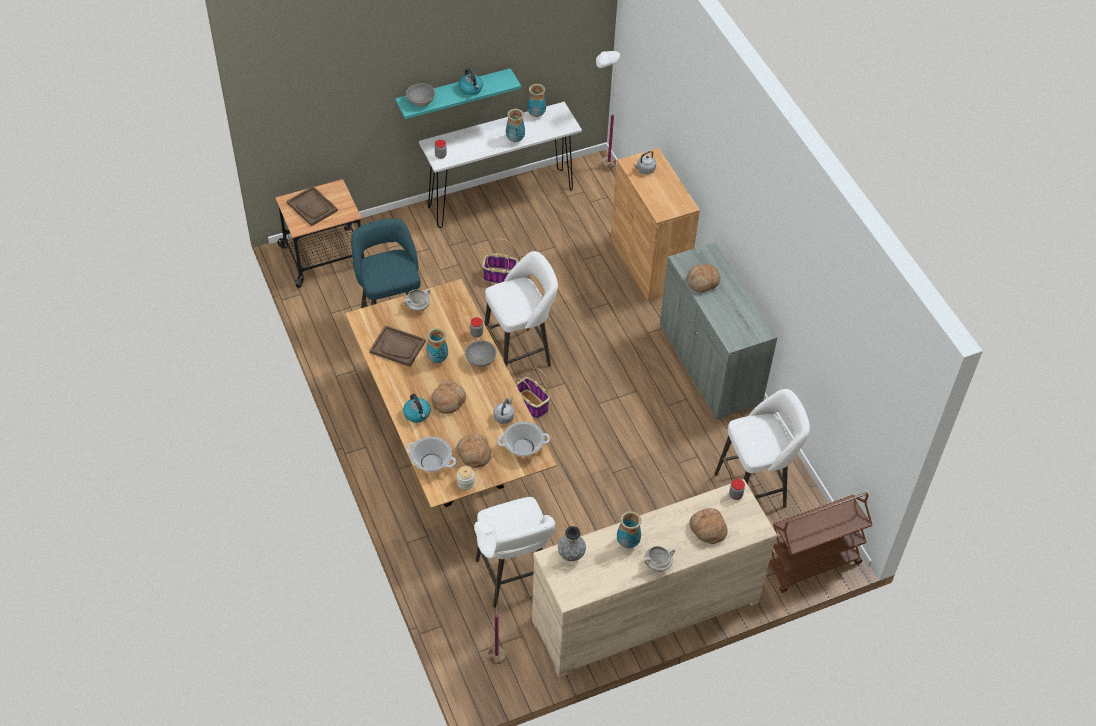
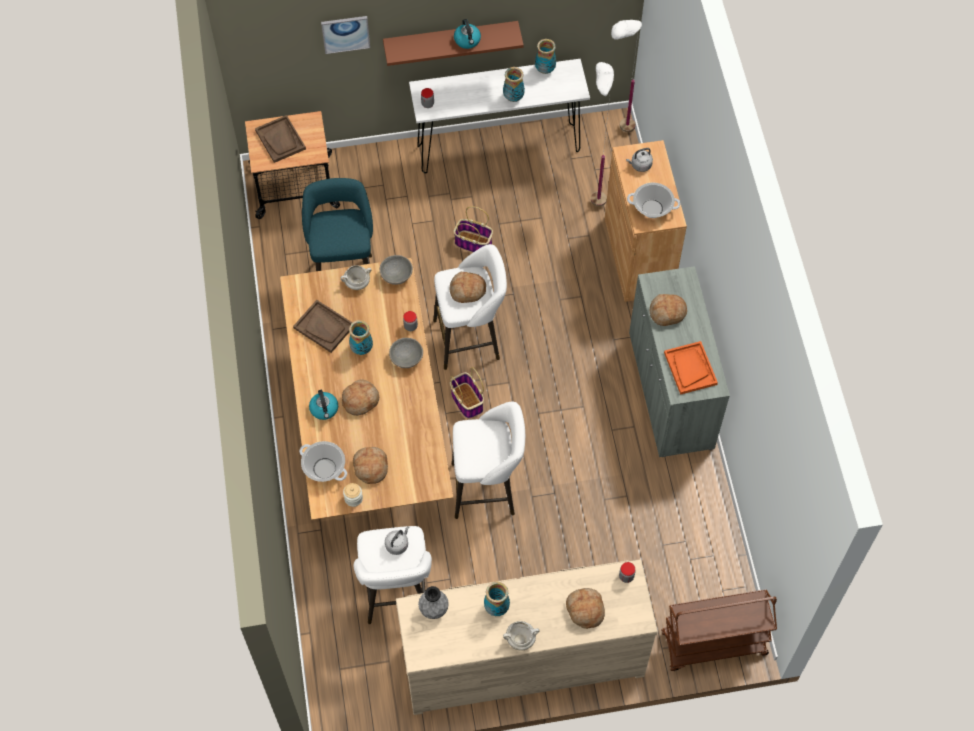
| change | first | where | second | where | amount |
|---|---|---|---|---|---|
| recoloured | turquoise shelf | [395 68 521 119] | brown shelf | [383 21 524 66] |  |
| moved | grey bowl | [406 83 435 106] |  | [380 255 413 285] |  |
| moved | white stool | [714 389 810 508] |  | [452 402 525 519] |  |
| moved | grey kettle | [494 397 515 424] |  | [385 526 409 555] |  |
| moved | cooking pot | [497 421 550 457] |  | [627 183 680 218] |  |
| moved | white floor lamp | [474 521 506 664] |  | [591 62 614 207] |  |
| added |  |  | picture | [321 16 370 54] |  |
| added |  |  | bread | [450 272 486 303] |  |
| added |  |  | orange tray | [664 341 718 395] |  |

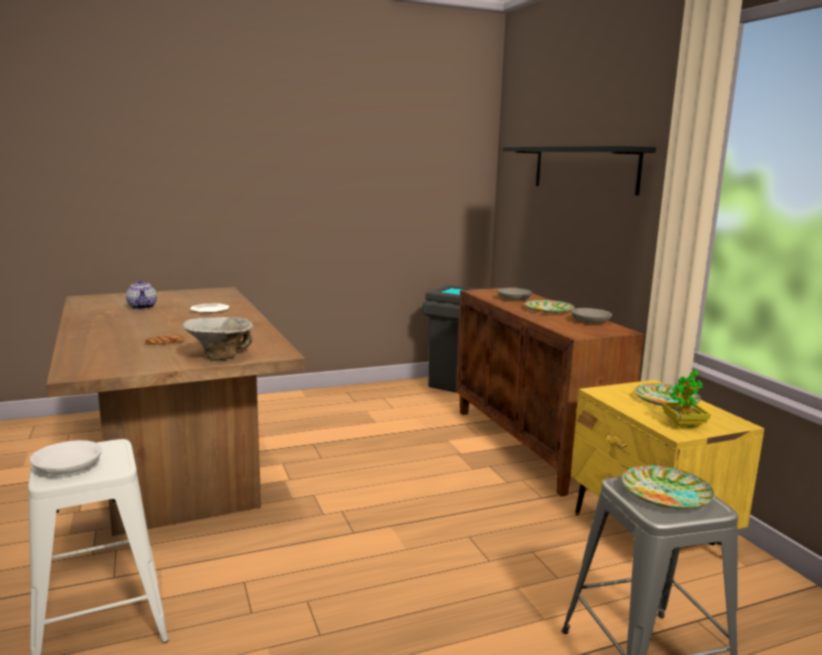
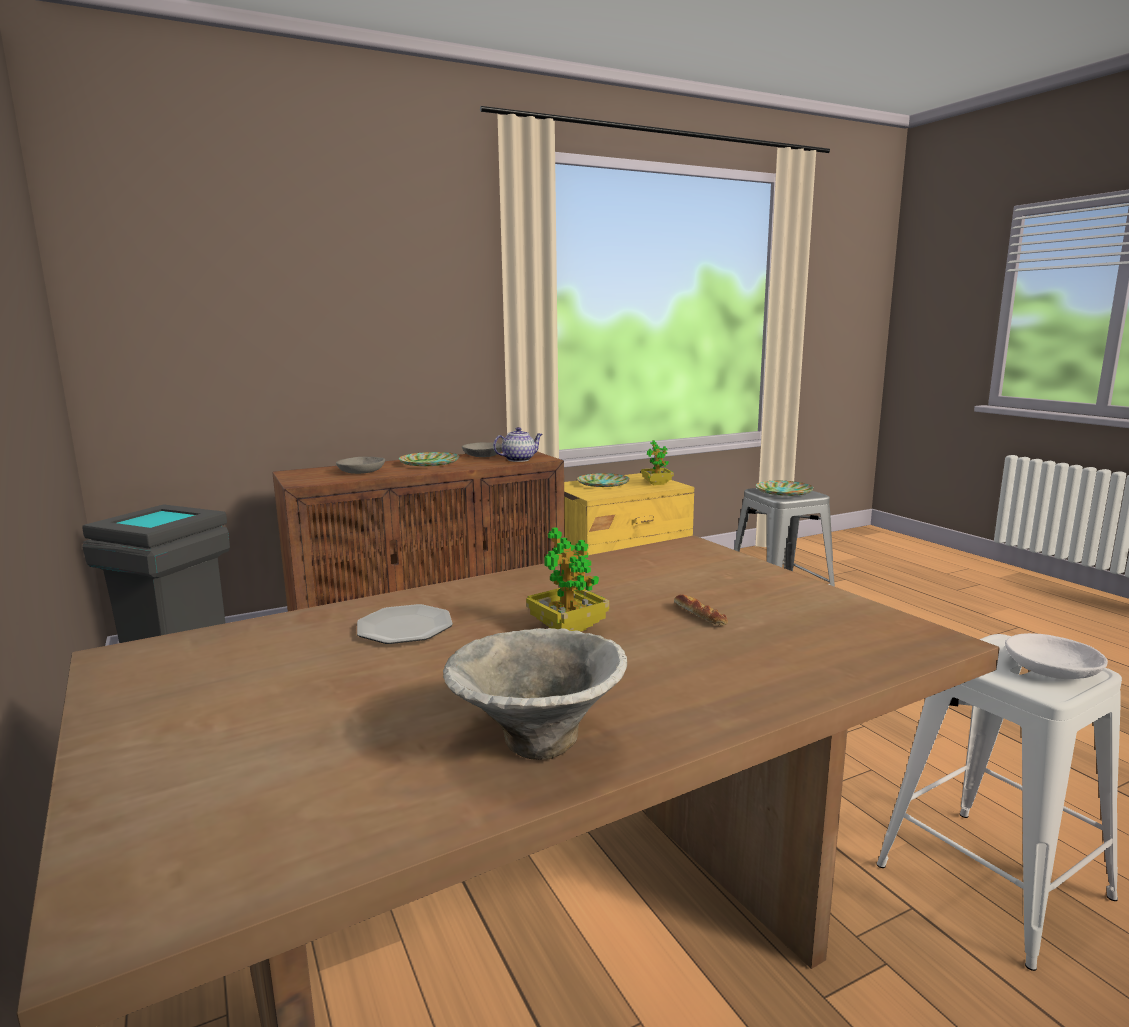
| change | first | where | second | where | amount |
|---|---|---|---|---|---|
| removed | black shelf | [503 146 656 195] |  |  |  |
| moved | teapot | [126 280 157 309] |  | [493 427 543 462] |  |
| moved | bowl | [182 317 253 361] |  | [443 628 627 760] |  |
| added |  |  | potted plant | [526 527 609 632] |  |

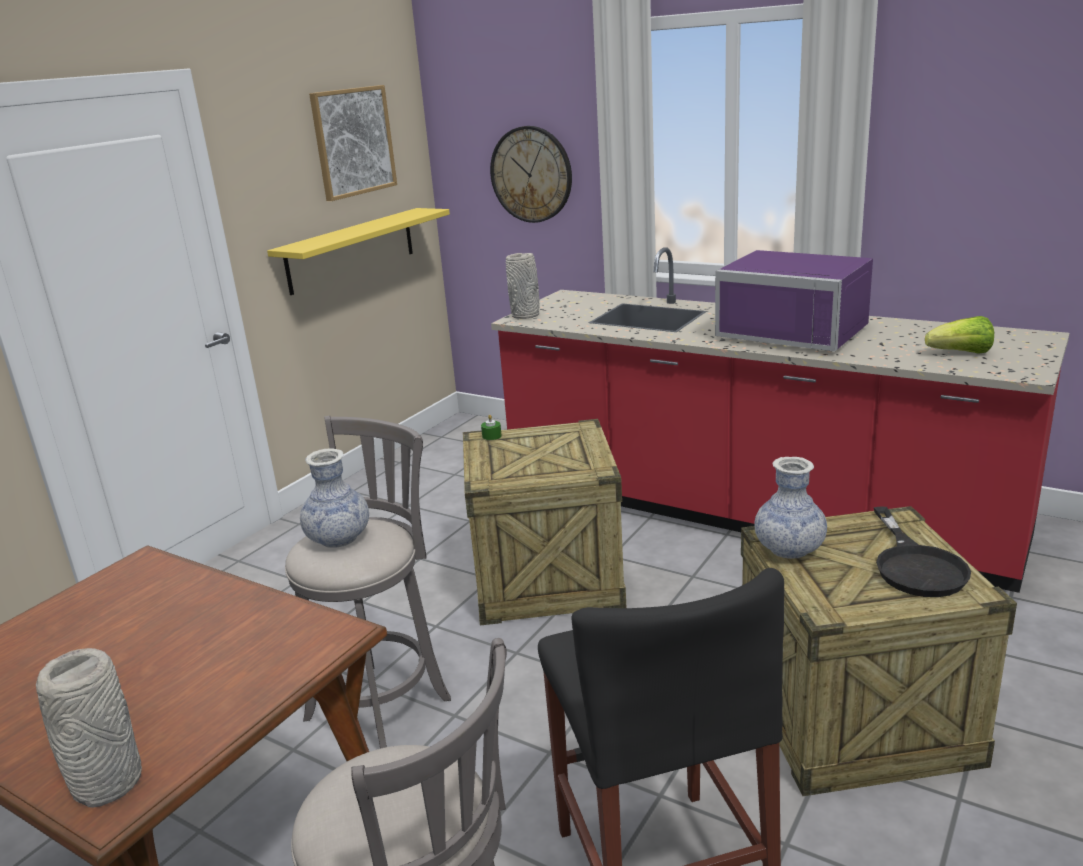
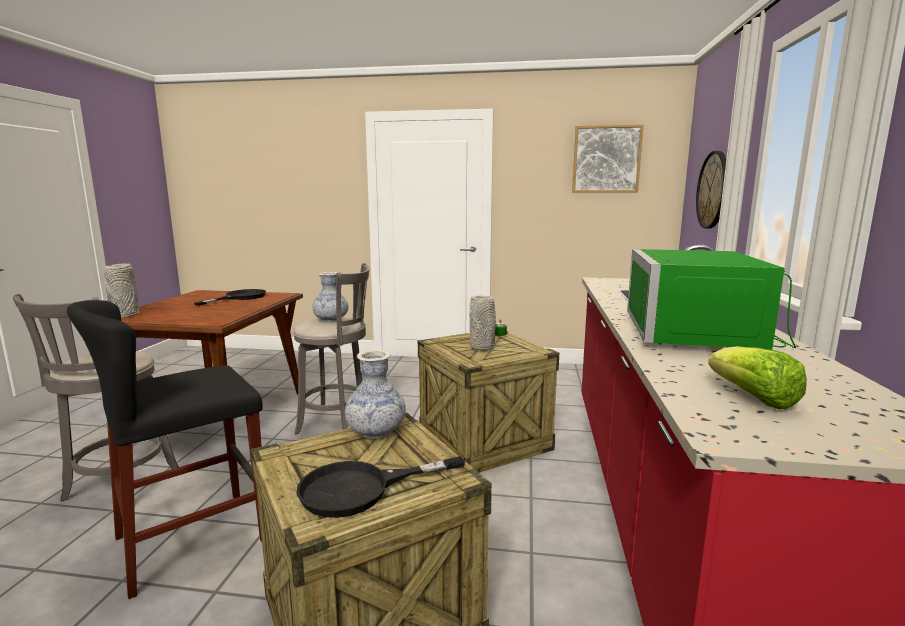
| change | first | where | second | where | amount |
|---|---|---|---|---|---|
| removed | yellow shelf | [267 208 450 295] |  |  |  |
| recoloured | purple microwave | [715 250 873 352] | green microwave | [627 249 796 350] |  |
| moved | grey vase | [506 253 540 319] |  | [470 296 496 350] |  |
| added |  |  | black frying pan | [194 289 266 306] |  |

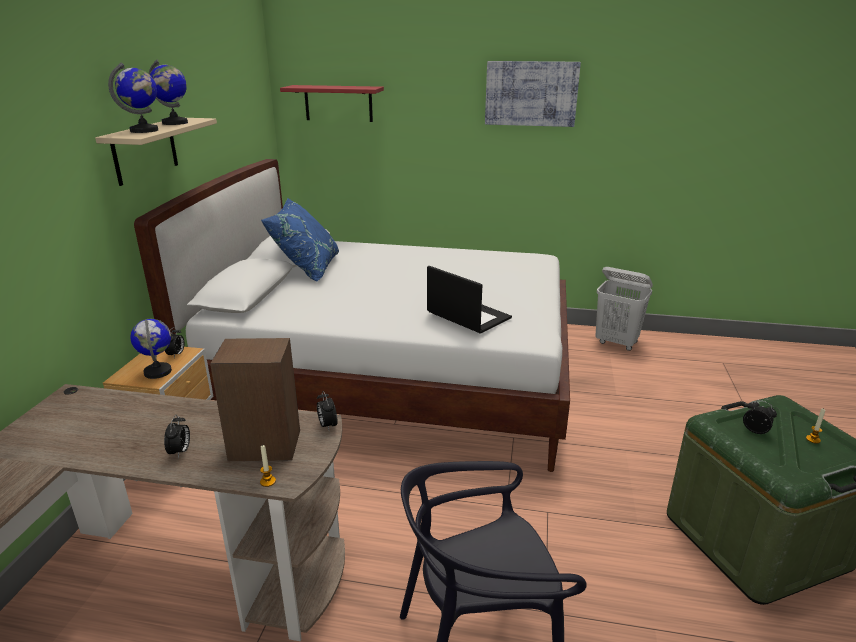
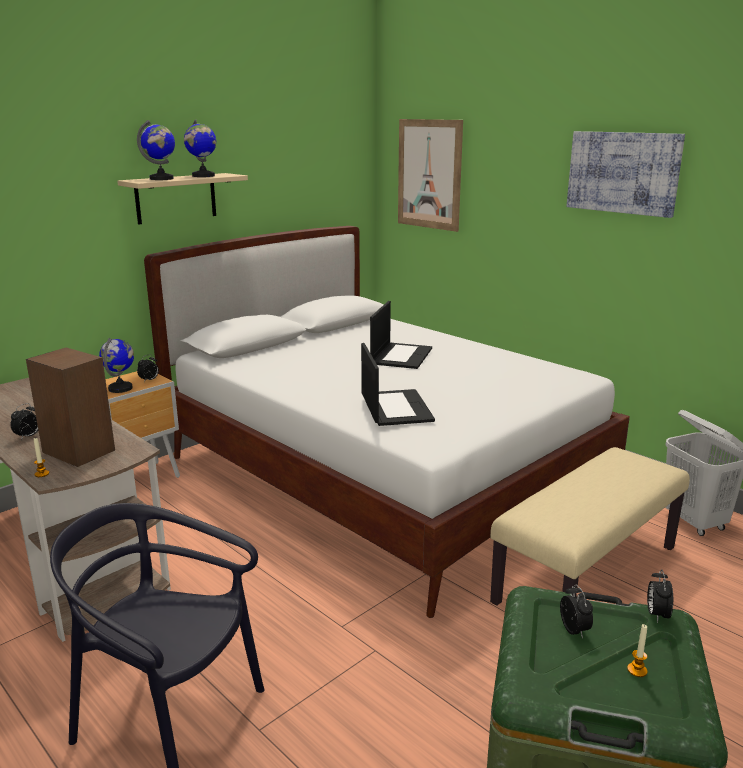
| change | first | where | second | where | amount |
|---|---|---|---|---|---|
| replaced | red shelf | [280 85 384 122] | picture | [398 119 463 232] |  |
| removed | blue pillow | [261 198 339 281] |  |  |  |
| moved | alarm clock | [317 391 337 432] |  | [647 569 673 623] |  |
| added |  |  | laptop | [370 301 432 369] |  |
| added |  |  | beige bench | [490 447 690 606] |  |

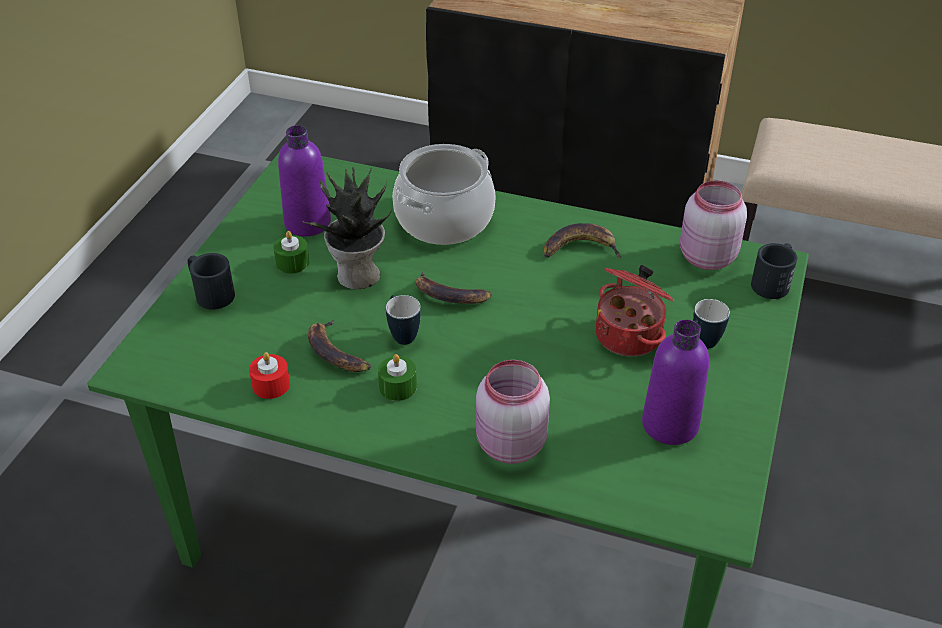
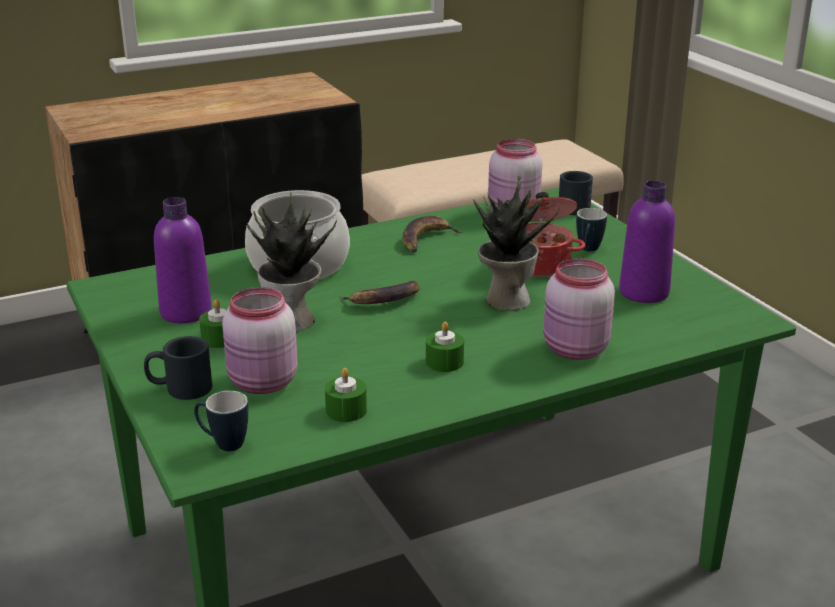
| change | first | where | second | where | amount |
|---|---|---|---|---|---|
| moved | mug | [386 295 421 345] |  | [194 391 248 451] |  |
| removed | banana | [308 319 371 372] |  |  |  |
| recoloured | red candle | [249 352 290 399] | green candle | [325 368 367 422] |  |
| added |  |  | potted plant | [473 176 560 311] |  |
| added |  |  | pink jar | [222 287 298 394] |  |

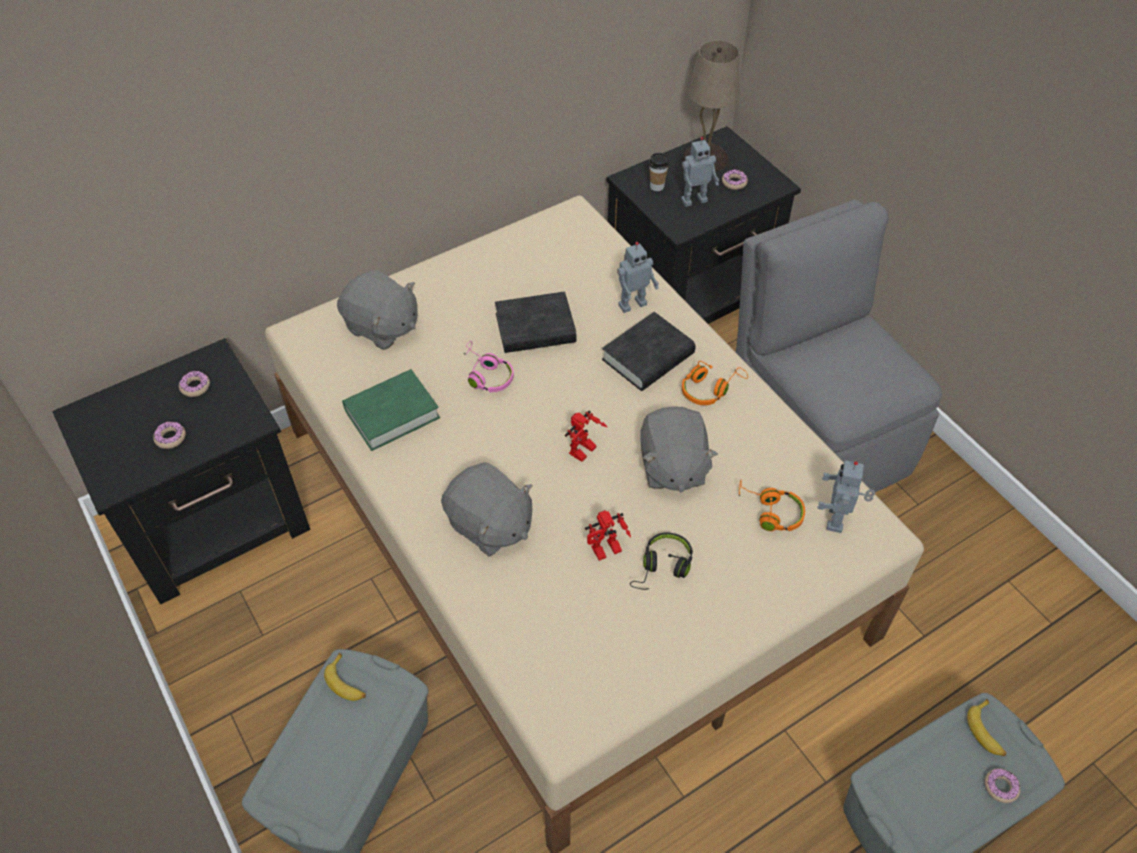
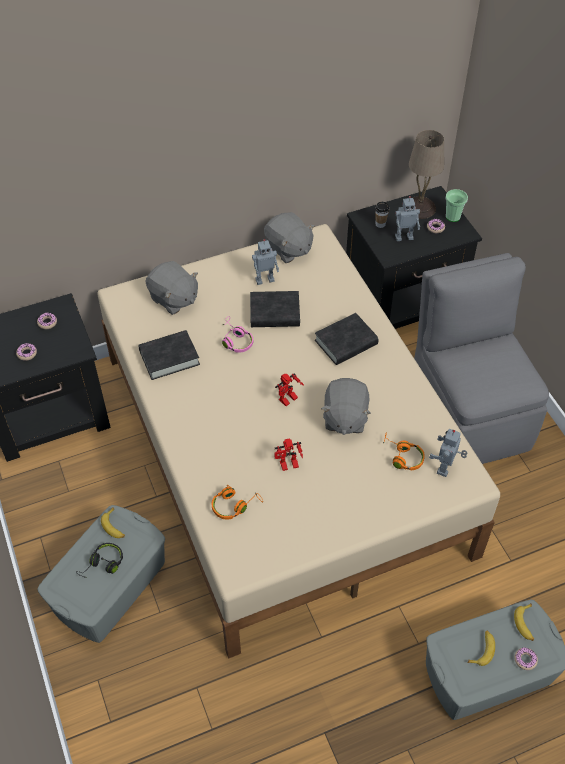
| change | first | where | second | where | amount |
|---|---|---|---|---|---|
| moved | toy robot | [617 242 659 313] |  | [252 239 279 285] |  |
| moved | orange headphones | [682 361 748 405] |  | [212 484 263 520] |  |
| recoloured | green book | [342 369 440 451] | black book | [138 330 200 380] |  |
| moved | grey plush toy | [441 462 533 556] |  | [264 212 315 263] |  |
| moved | black headphones | [630 532 693 590] |  | [76 543 123 578] |  |
| added |  |  | cup | [445 189 468 222] |  |
| added |  |  | banana | [468 630 495 666] |  |

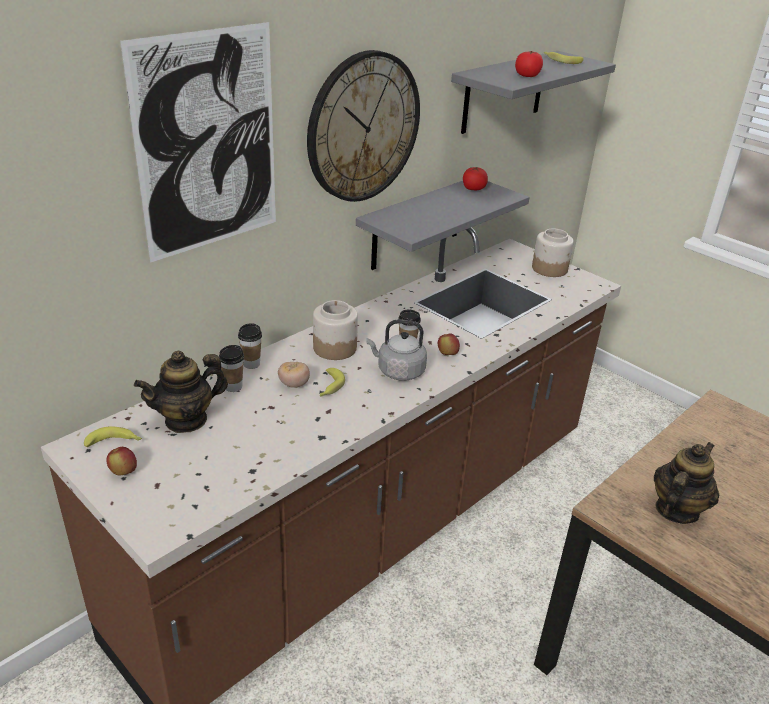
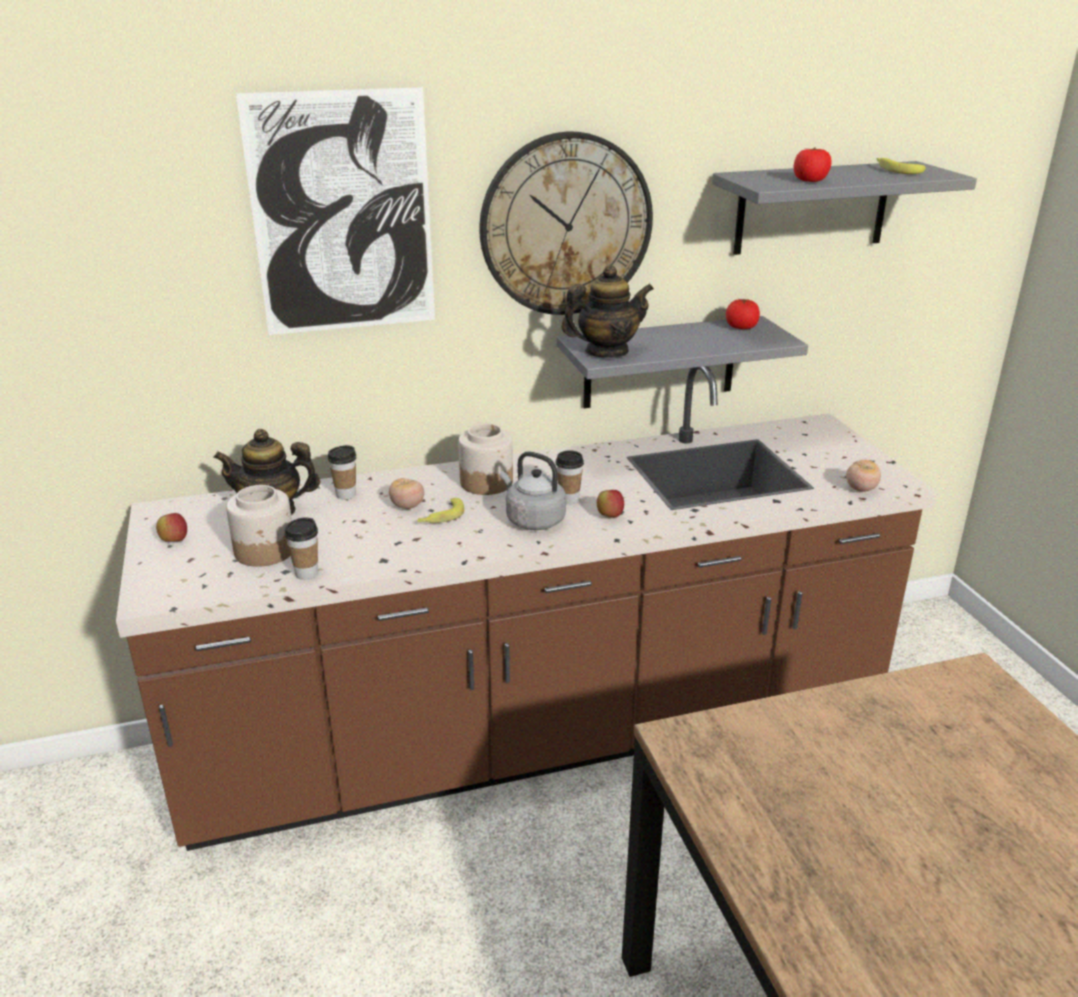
| change | first | where | second | where | amount |
|---|---|---|---|---|---|
| moved | jar | [532 228 574 277] |  | [226 485 292 567] |  |
| moved | cup | [238 324 262 369] |  | [285 517 318 580] |  |
| removed | banana | [84 427 142 447] |  |  |  |
| moved | teapot | [654 442 719 524] |  | [561 265 654 358] |  |
| added |  |  | tomato | [846 460 881 492] |  |

